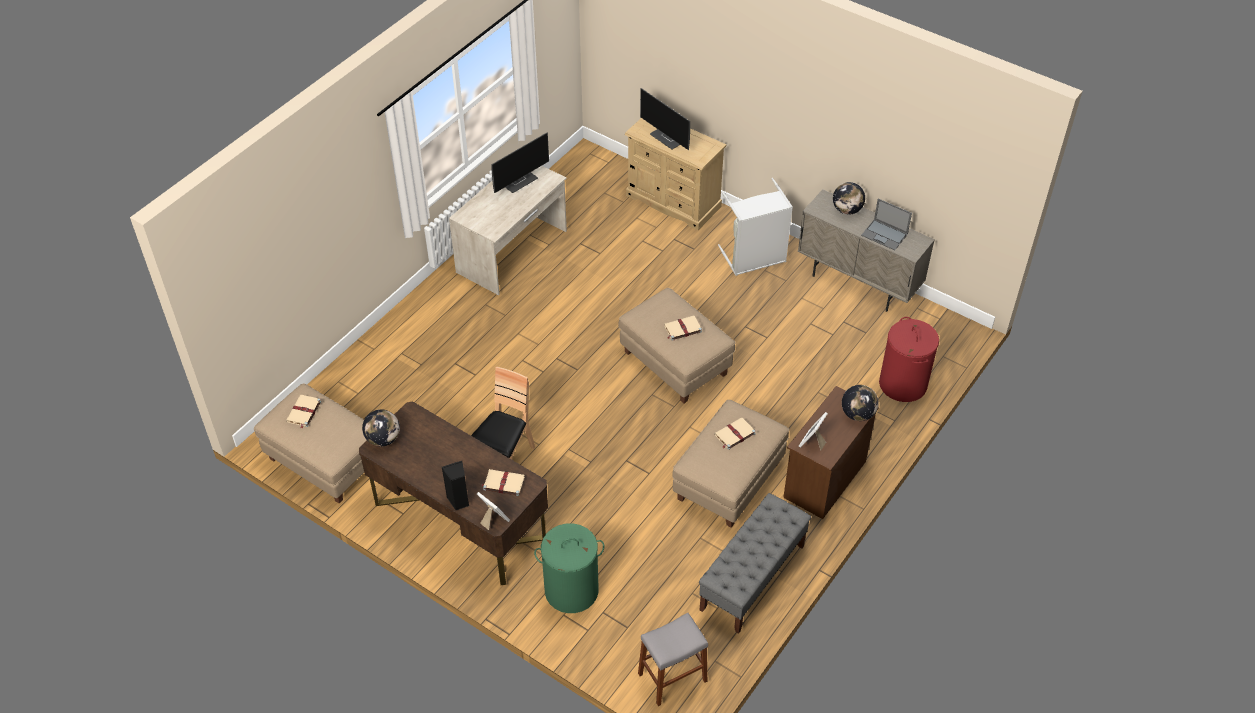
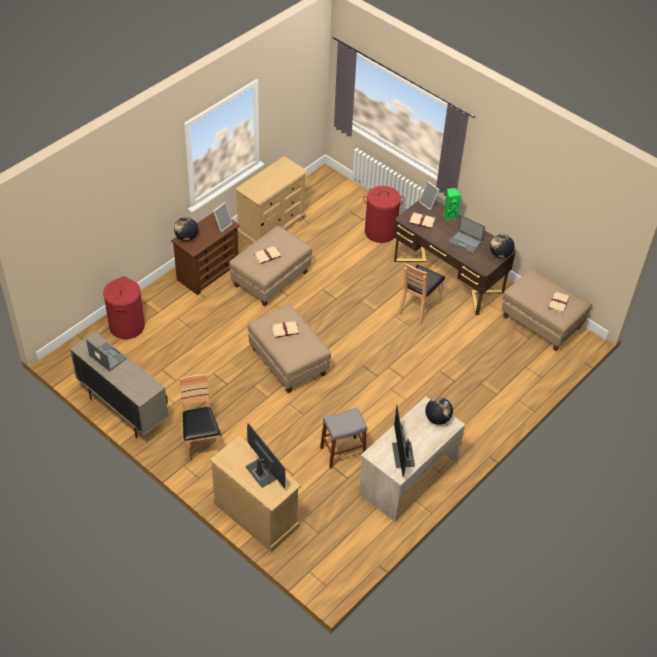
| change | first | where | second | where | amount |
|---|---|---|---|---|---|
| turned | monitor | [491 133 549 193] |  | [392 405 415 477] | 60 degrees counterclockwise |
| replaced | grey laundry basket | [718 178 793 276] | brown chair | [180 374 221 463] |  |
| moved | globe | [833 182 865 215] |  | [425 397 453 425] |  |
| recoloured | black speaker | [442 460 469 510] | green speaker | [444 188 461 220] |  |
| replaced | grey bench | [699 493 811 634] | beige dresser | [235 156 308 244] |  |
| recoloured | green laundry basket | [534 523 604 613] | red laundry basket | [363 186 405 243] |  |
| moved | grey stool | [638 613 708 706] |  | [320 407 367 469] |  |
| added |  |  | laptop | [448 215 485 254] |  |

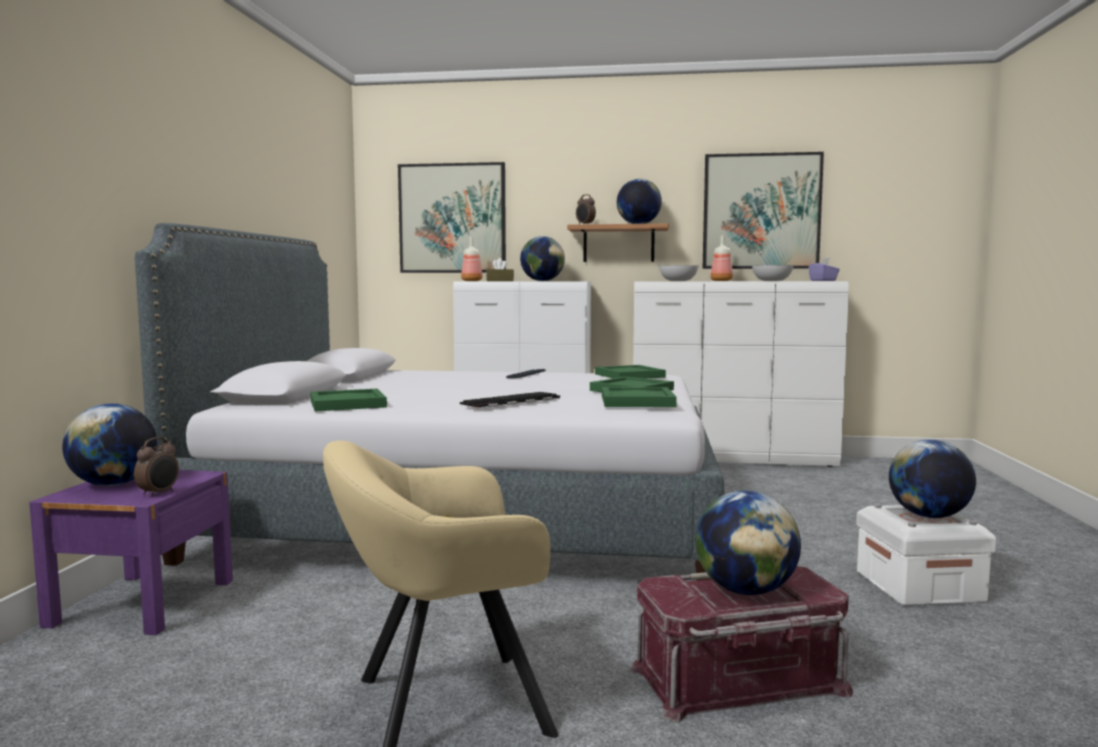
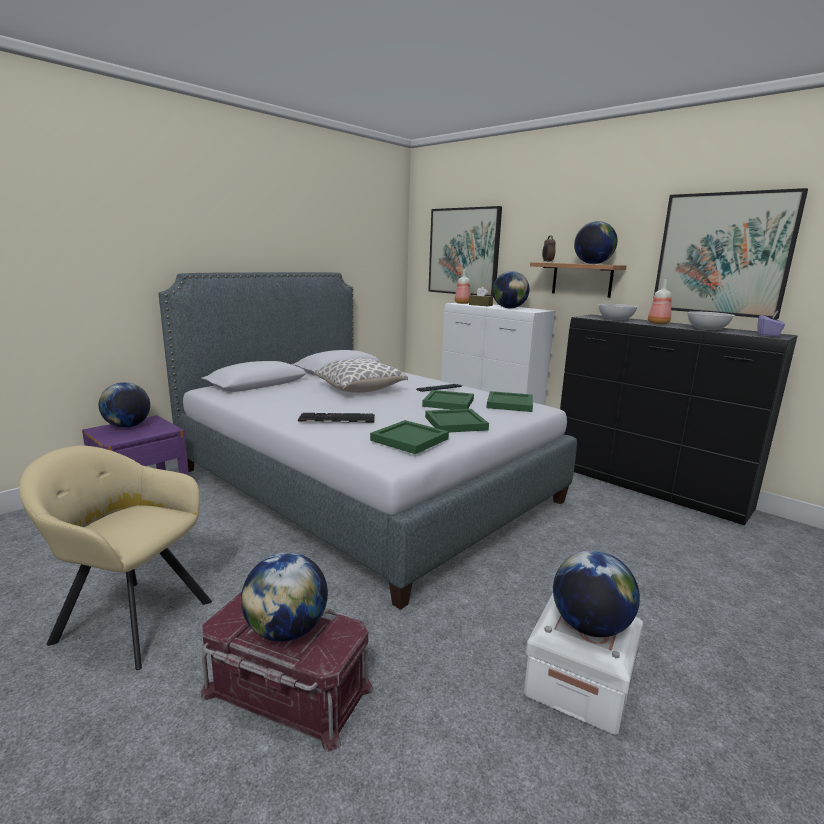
| change | first | where | second | where | amount |
|---|---|---|---|---|---|
| recoloured | white dresser | [633 281 849 467] | black dresser | [560 314 798 525] |  |
| moved | green tray | [310 389 387 411] |  | [422 390 474 410] |  |
| removed | alarm clock | [134 437 179 497] |  |  |  |
| added |  |  | pillow | [314 358 408 393] |  |

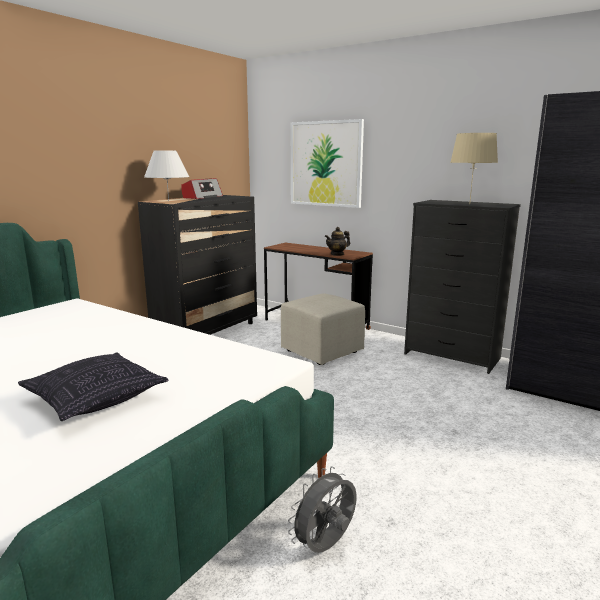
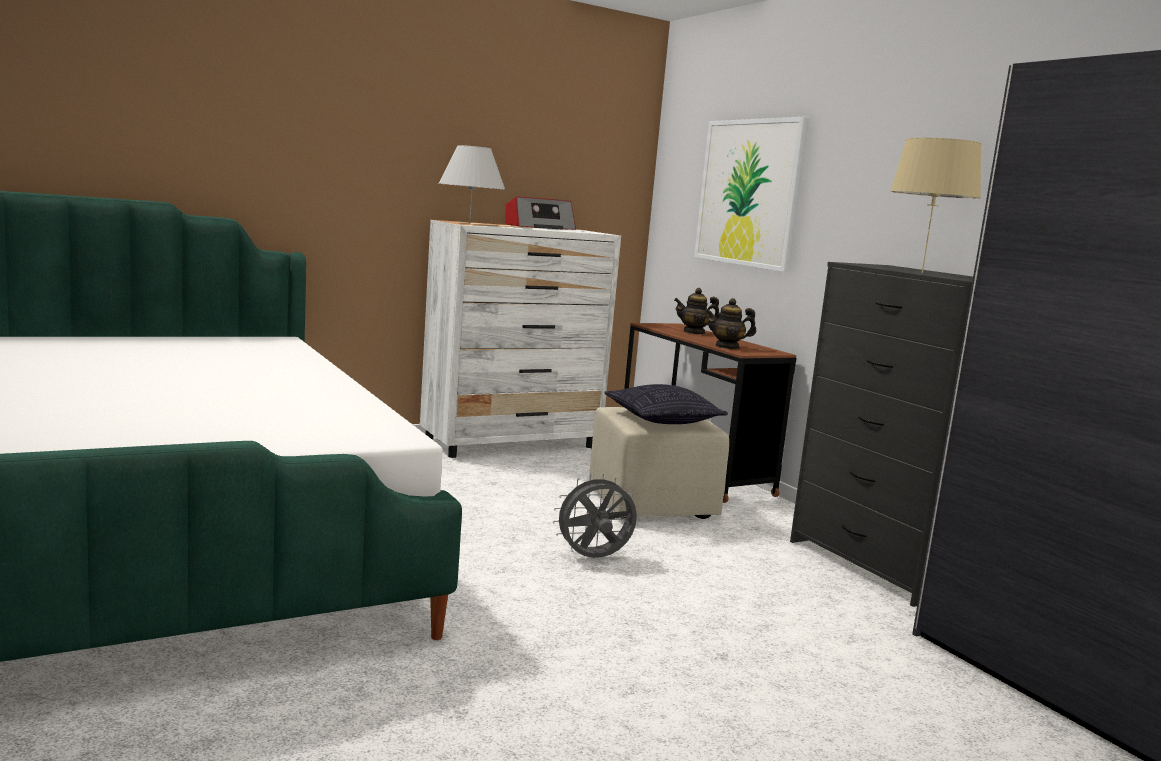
| change | first | where | second | where | amount |
|---|---|---|---|---|---|
| recoloured | black dresser | [138 195 257 335] | white dresser | [420 220 621 458] |  |
| moved | pillow | [18 353 168 421] |  | [604 384 728 424] |  |
| moved | grey fan | [288 466 357 553] |  | [553 473 637 558] |  |
| added |  |  | teapot | [674 288 720 334] |  |

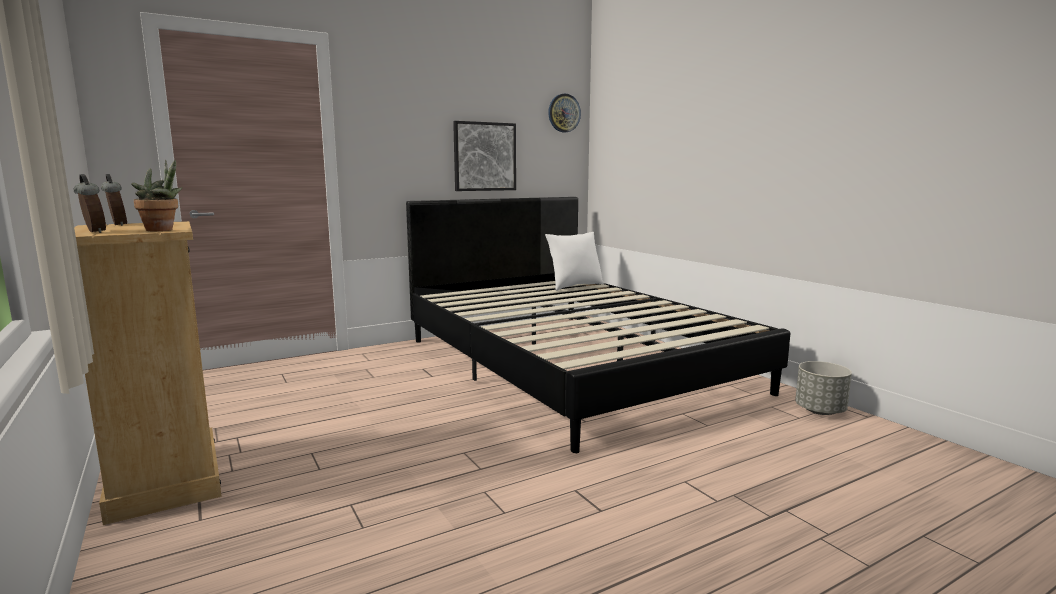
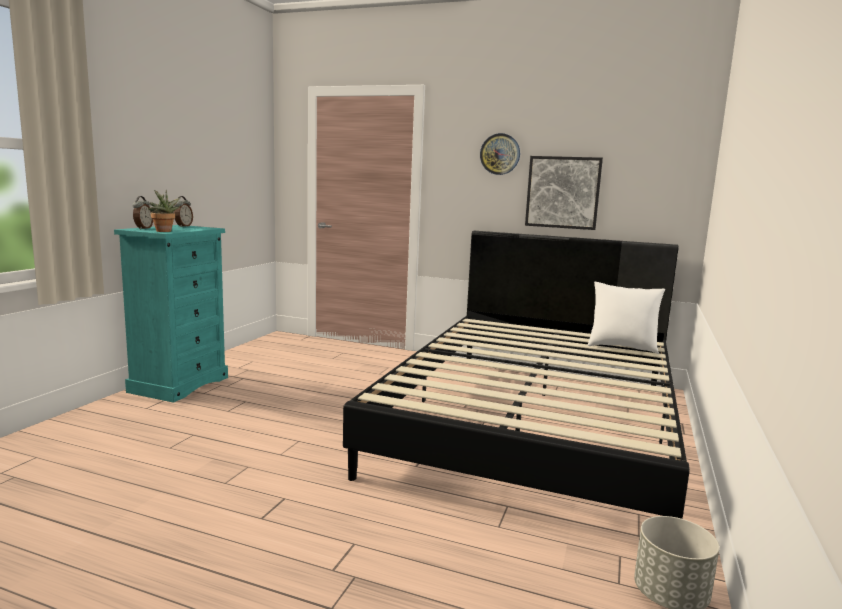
| change | first | where | second | where | amount |
|---|---|---|---|---|---|
| moved | wall clock | [548 94 581 132] |  | [480 133 520 175] |  |
| recoloured | beige dresser | [74 221 222 525] | turquoise dresser | [114 225 228 403] |  |

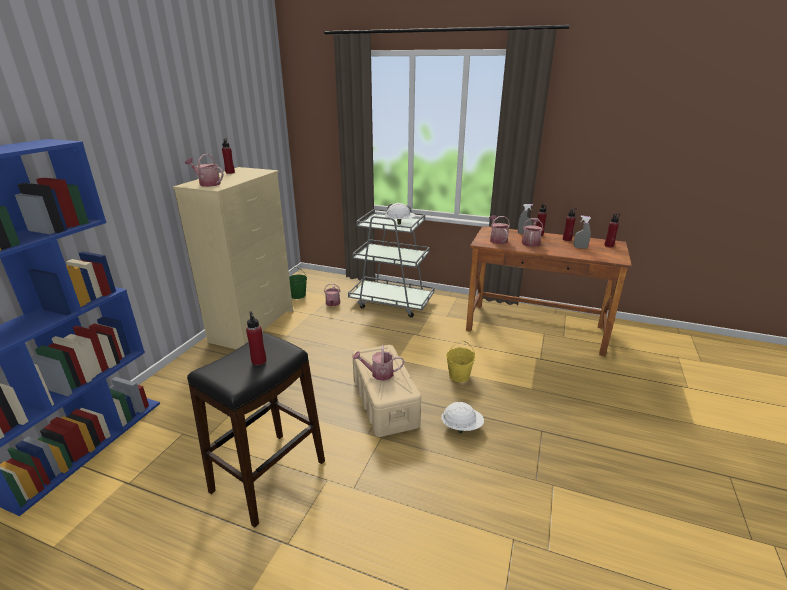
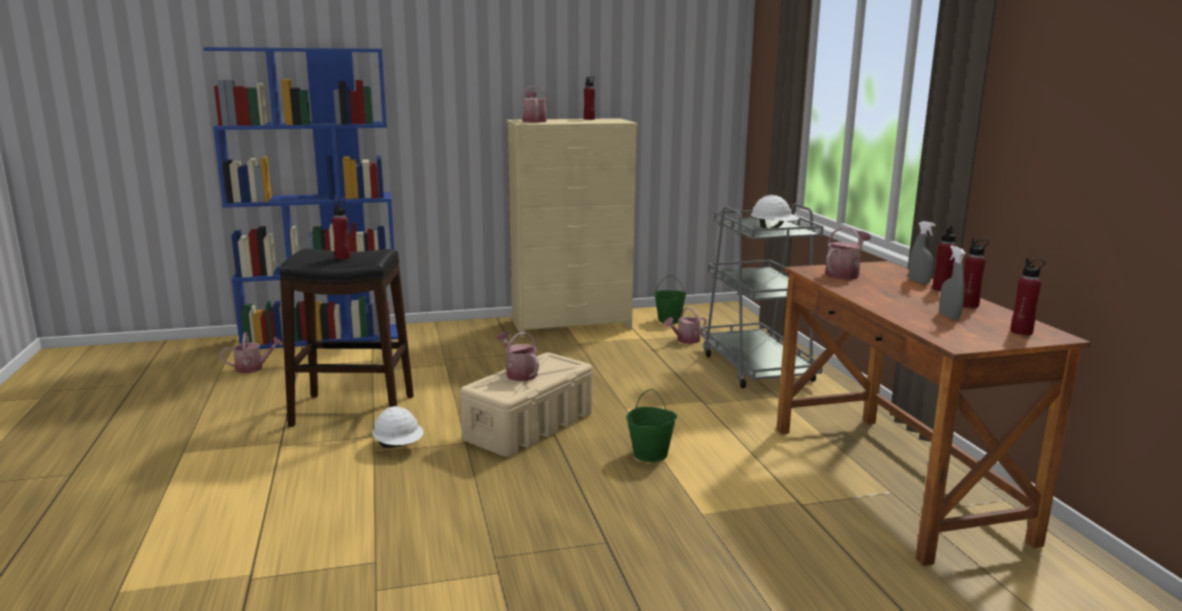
| change | first | where | second | where | amount |
|---|---|---|---|---|---|
| moved | watering can | [522 218 544 247] |  | [220 332 283 373] |  |
| recoloured | yellow bucket | [446 341 475 382] | green bucket | [626 389 677 462] |  |
| moved | white hard hat | [441 402 484 433] |  | [372 406 423 448] |  |

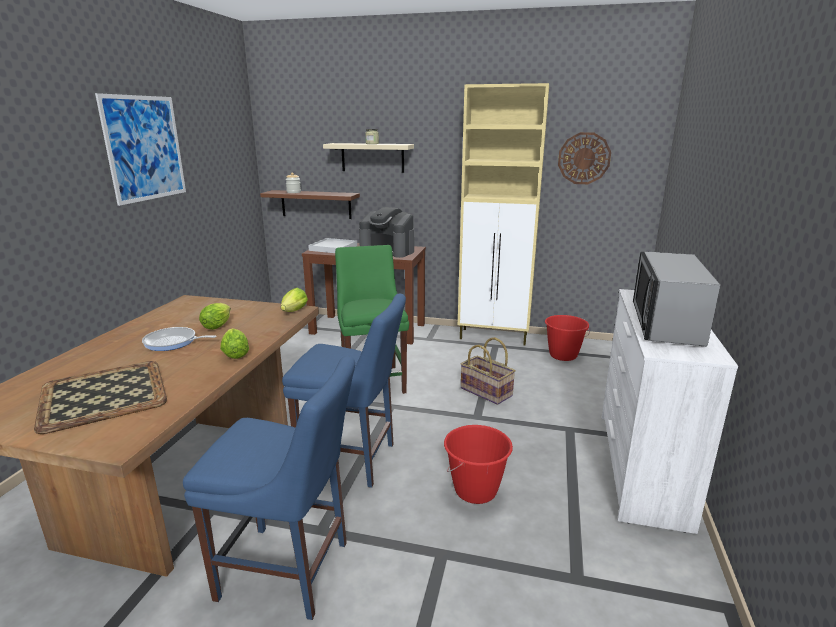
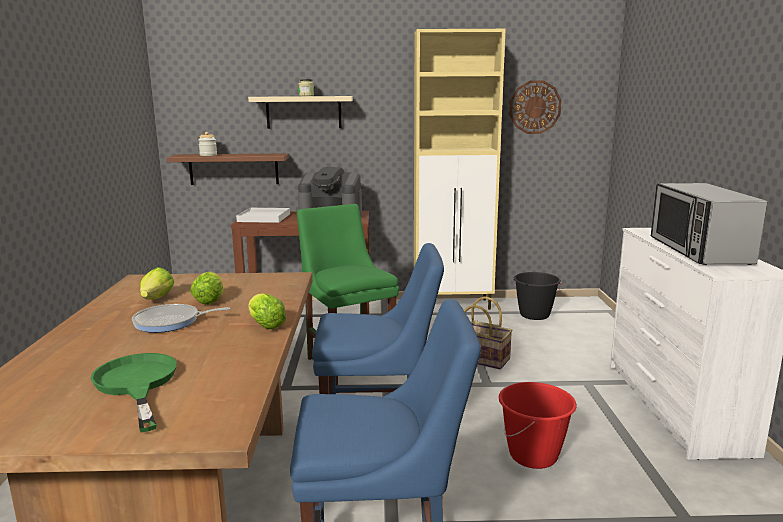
| change | first | where | second | where | amount |
|---|---|---|---|---|---|
| removed | picture | [95 93 186 206] |  |  |  |
| moved | lettuce | [281 288 308 312] |  | [140 267 175 300] |  |
| recoloured | red bucket | [545 315 590 361] | black bucket | [513 272 562 320] |  |
| replaced | tray | [34 361 167 434] | green frying pan | [90 353 177 433] |  |

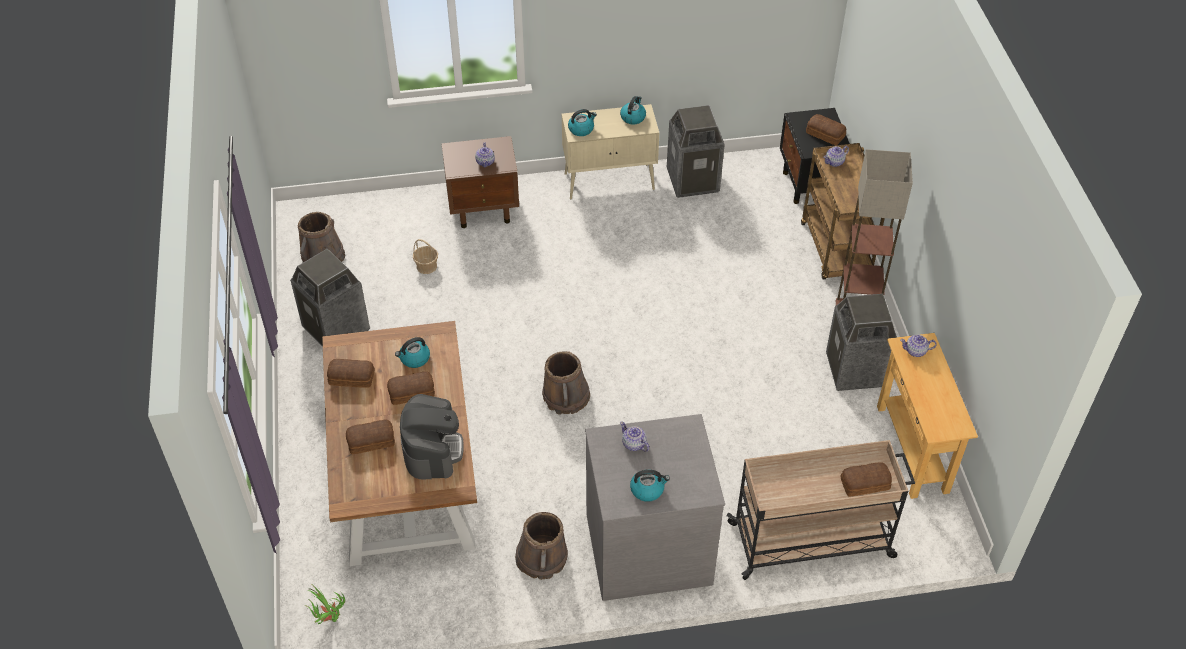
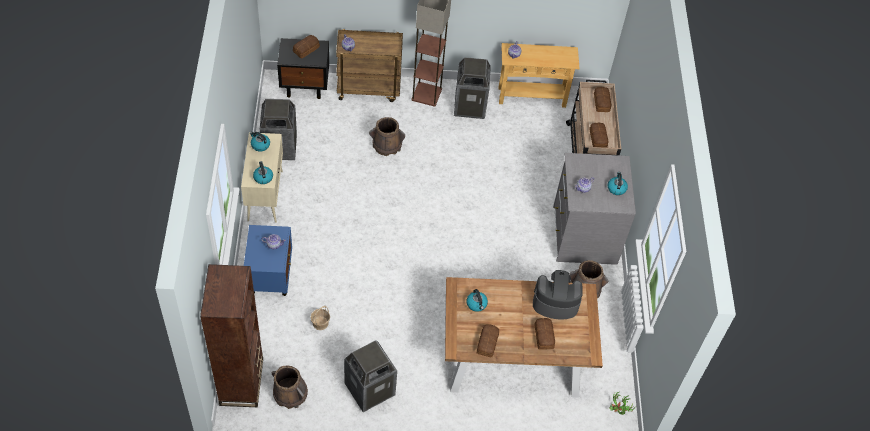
| change | first | where | second | where | amount |
|---|---|---|---|---|---|
| recoloured | brown nightstand | [441 136 519 228] | blue nightstand | [244 225 292 296] |  |
| moved | brown bucket | [542 351 590 415] |  | [369 117 405 156] |  |
| moved | bread | [387 371 435 405] |  | [589 123 608 148] |  |
| added |  |  | brown bookcase | [200 264 263 407] |  |

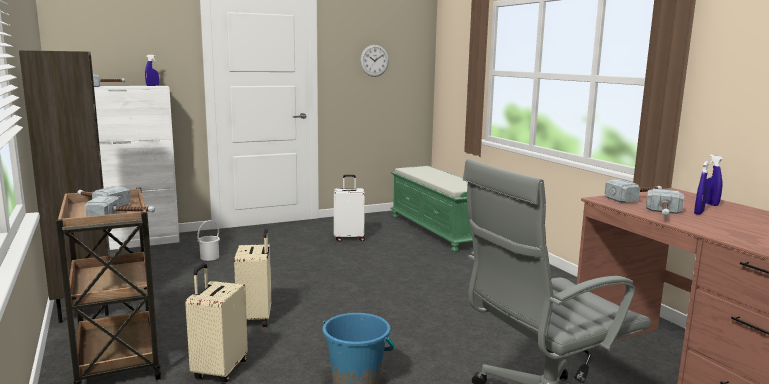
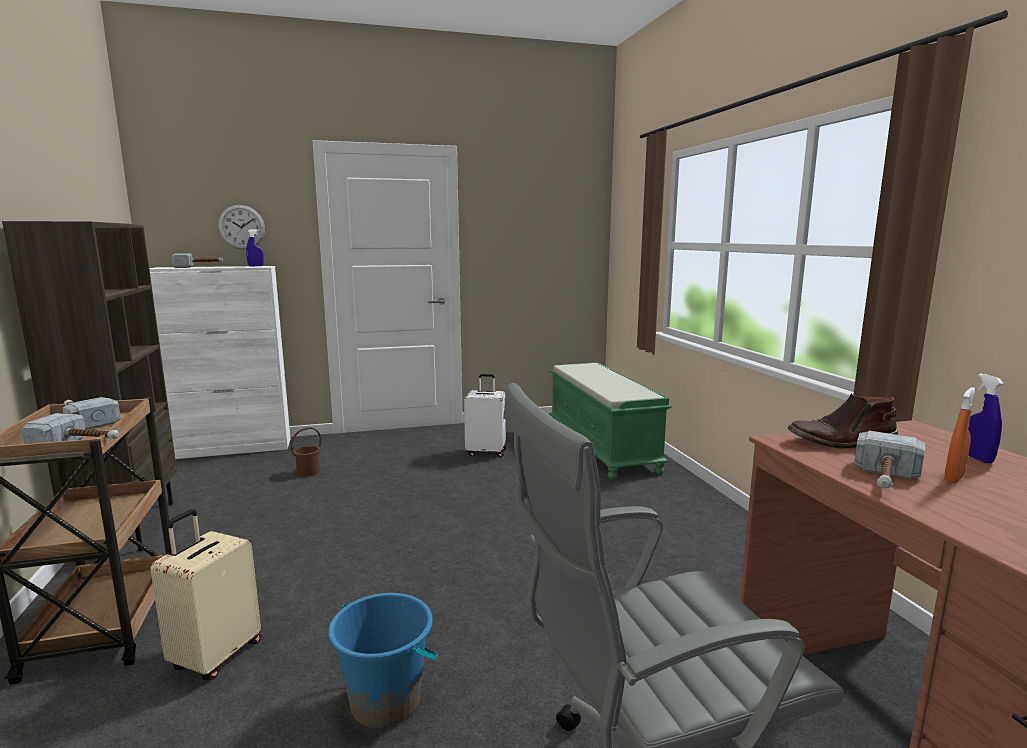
| change | first | where | second | where | amount |
|---|---|---|---|---|---|
| moved | wall clock | [360 45 389 77] |  | [218 205 265 249] |  |
| recoloured | blue spray bottle | [694 161 709 215] | orange spray bottle | [944 387 975 483] |  |
| replaced | hammer | [605 180 662 203] | brown boot | [788 393 898 449] |  |
| recoloured | white bucket | [197 220 220 261] | brown bucket | [290 427 321 477] |  |
| removed | beige suitcase | [234 229 271 327] |  |  |  |

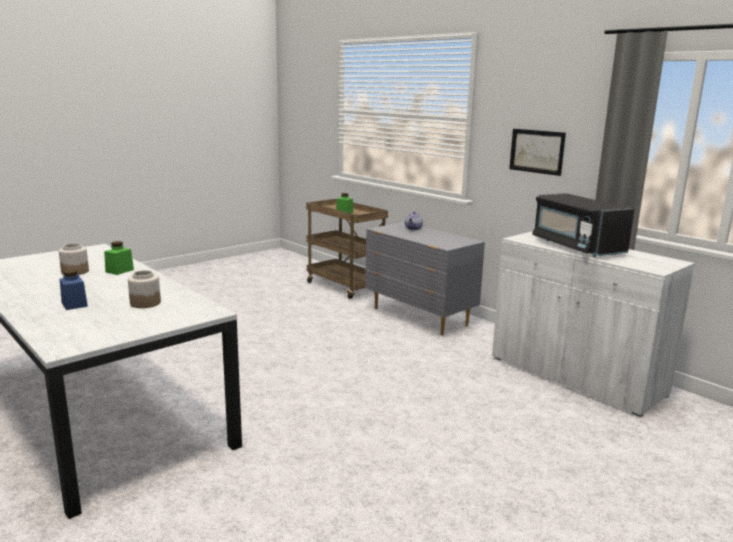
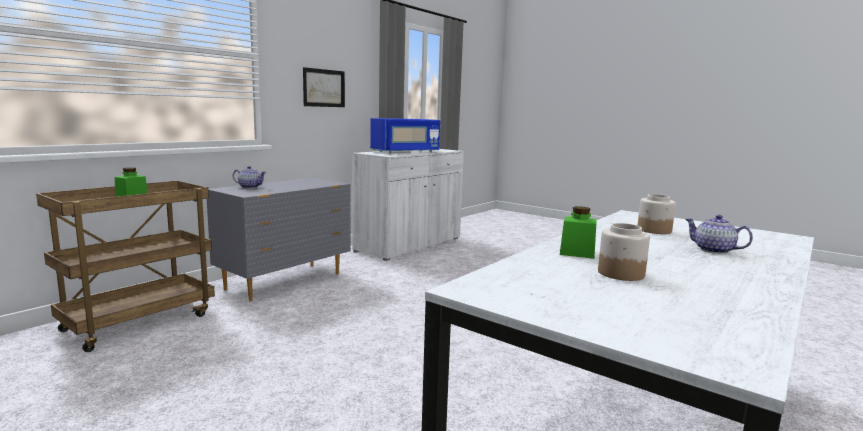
| change | first | where | second | where | amount |
|---|---|---|---|---|---|
| recoloured | black microwave | [532 193 634 257] | blue microwave | [370 118 440 154] |  |
| replaced | blue jar | [60 270 88 310] | teapot | [685 215 753 254] |  |

